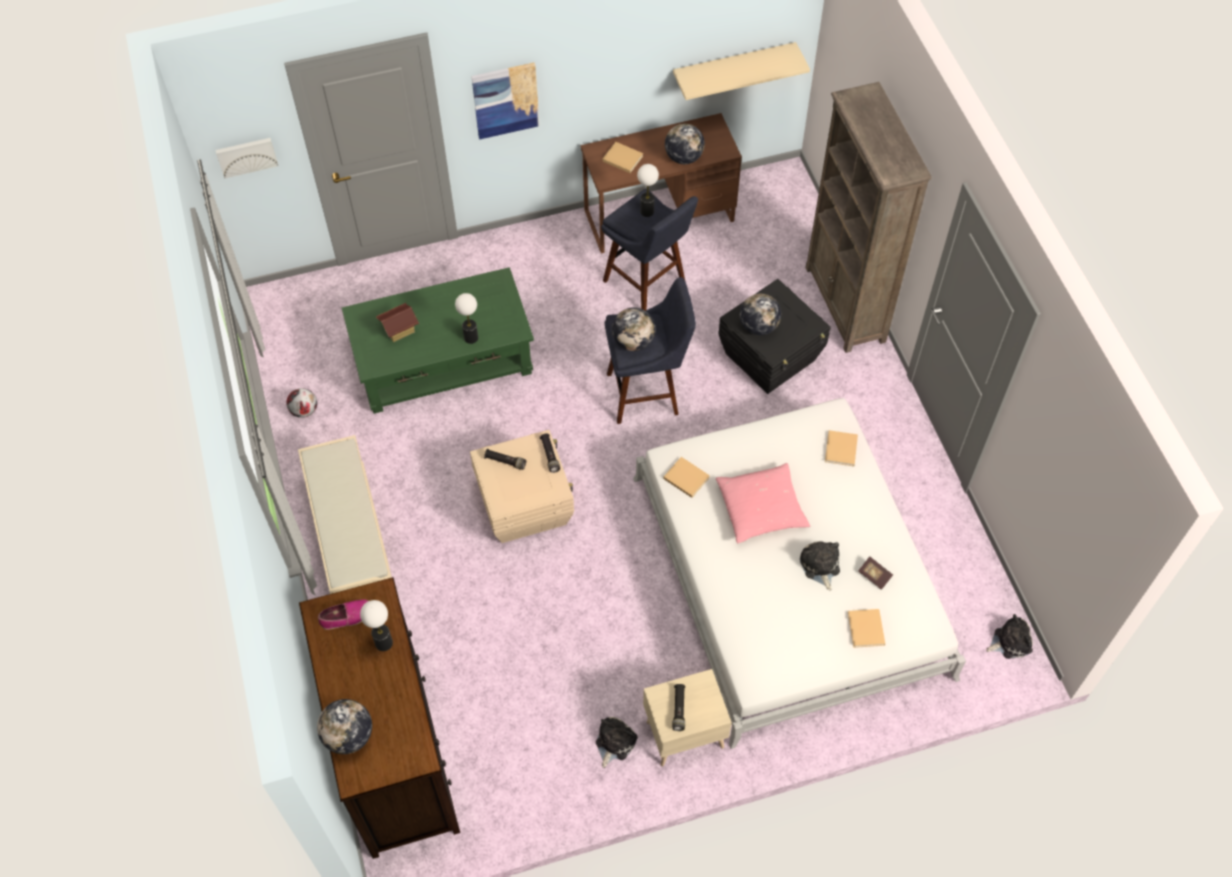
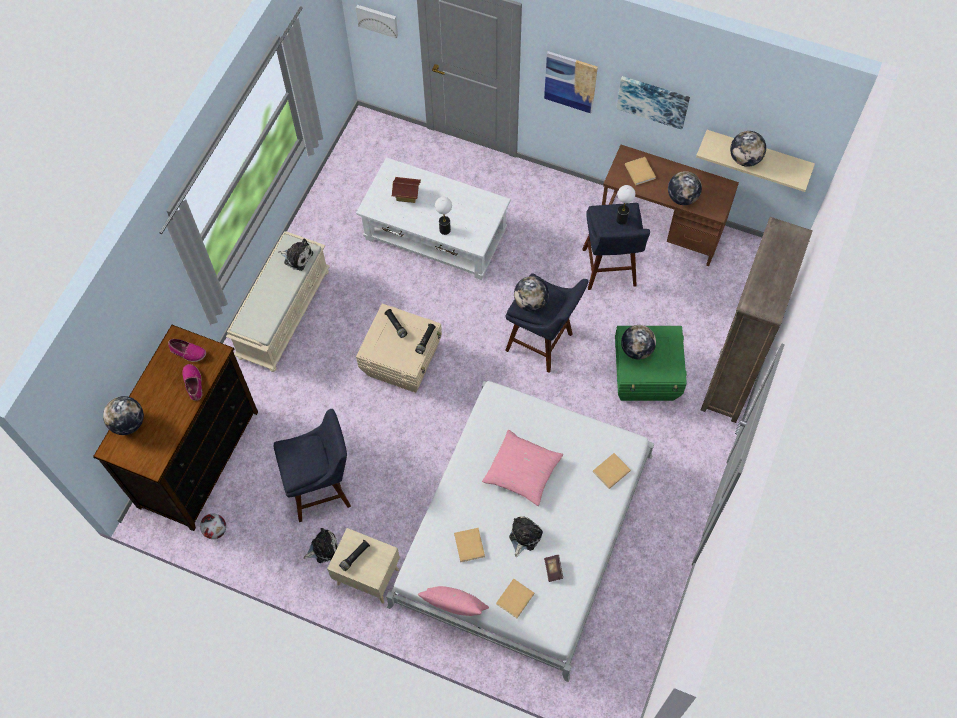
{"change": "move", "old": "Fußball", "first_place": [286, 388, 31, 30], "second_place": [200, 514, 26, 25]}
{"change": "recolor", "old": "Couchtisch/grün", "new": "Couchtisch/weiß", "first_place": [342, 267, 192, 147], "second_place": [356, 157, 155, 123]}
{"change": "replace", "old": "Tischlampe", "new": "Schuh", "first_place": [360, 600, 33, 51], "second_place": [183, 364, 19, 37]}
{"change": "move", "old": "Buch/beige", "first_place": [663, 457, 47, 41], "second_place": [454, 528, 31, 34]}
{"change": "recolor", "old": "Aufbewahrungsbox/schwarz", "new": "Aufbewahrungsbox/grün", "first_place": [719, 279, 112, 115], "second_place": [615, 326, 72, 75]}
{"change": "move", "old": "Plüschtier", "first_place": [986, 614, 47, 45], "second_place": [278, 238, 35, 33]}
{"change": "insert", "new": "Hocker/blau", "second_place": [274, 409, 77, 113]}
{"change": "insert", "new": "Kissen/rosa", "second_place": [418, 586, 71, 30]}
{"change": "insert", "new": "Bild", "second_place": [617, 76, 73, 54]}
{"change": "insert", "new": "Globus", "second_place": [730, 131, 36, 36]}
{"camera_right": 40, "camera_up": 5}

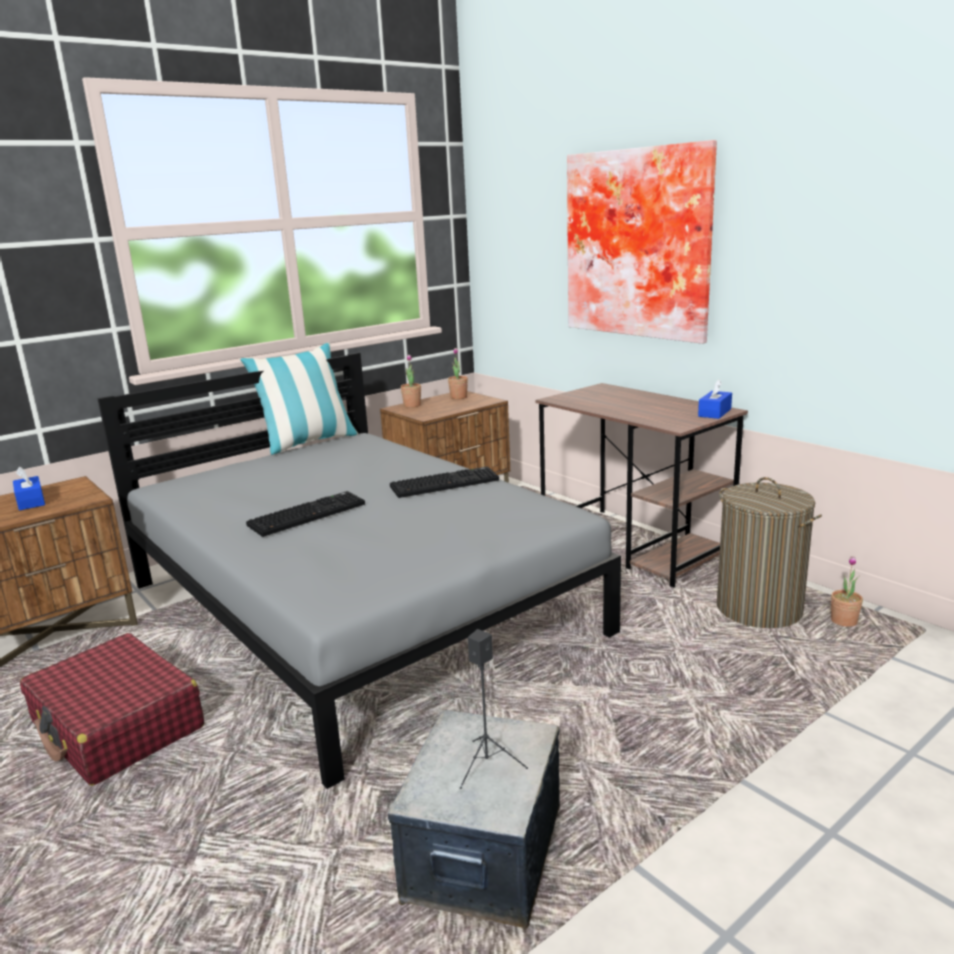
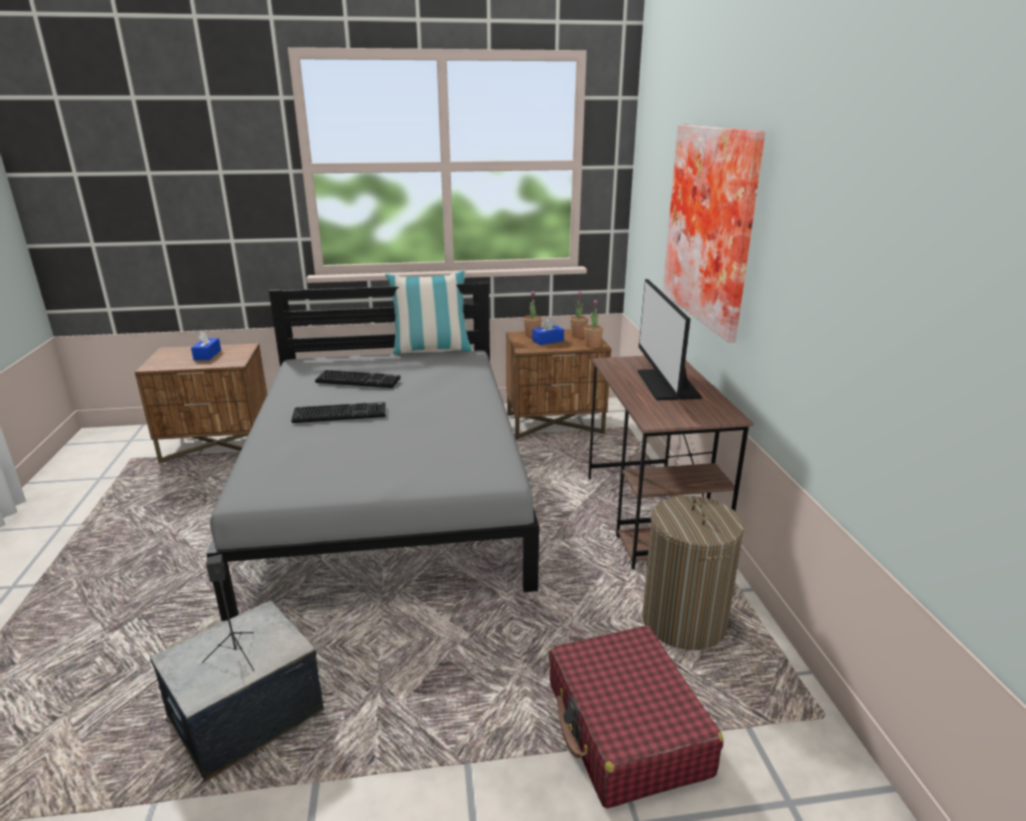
{"change": "move", "old": "Koffer/rot", "first_place": [20, 633, 184, 153], "second_place": [549, 626, 174, 182]}
{"change": "move", "old": "Tastatur", "first_place": [390, 466, 109, 32], "second_place": [315, 370, 85, 18]}
{"change": "move", "old": "Taschentuchbox/blau", "first_place": [698, 379, 34, 40], "second_place": [532, 318, 32, 27]}
{"change": "move", "old": "Topfpflanze", "first_place": [831, 556, 32, 71], "second_place": [584, 300, 19, 48]}
{"change": "insert", "new": "Monitor", "second_place": [638, 279, 64, 121]}
{"camera_right": 30, "camera_up": 5}

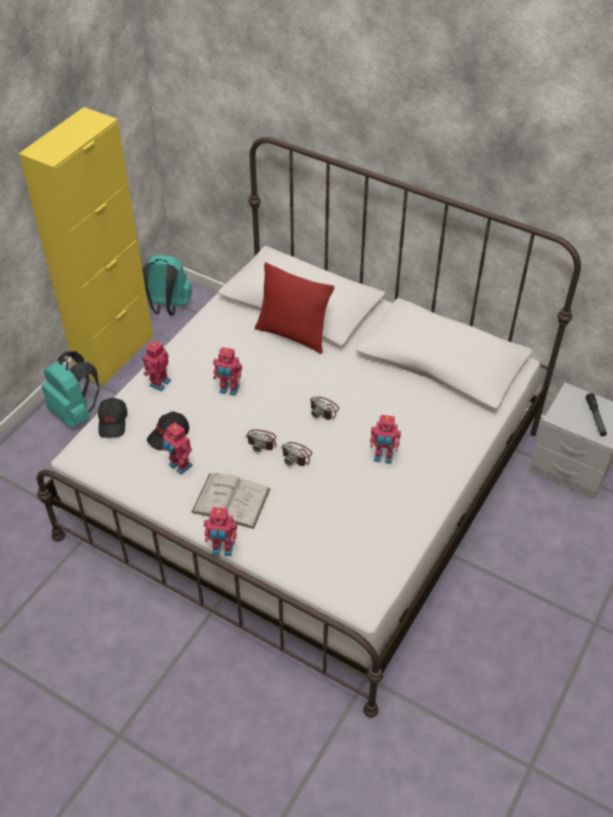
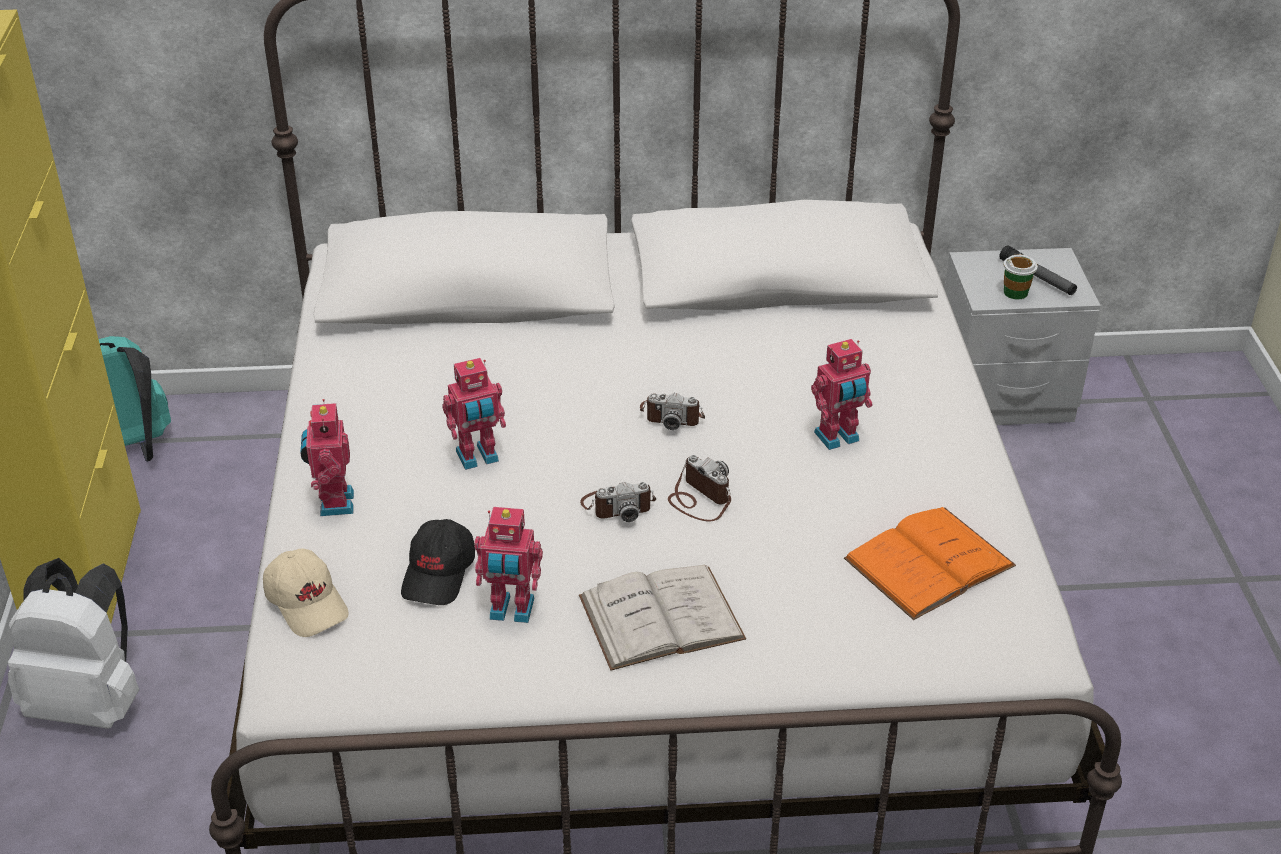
{"change": "recolor", "old": "Rucksack/türkis", "new": "Rucksack/weiß", "first_place": [42, 351, 57, 77], "second_place": [8, 558, 131, 171]}
{"change": "recolor", "old": "Kappe/schwarz", "new": "Kappe/beige", "first_place": [98, 398, 30, 40], "second_place": [263, 549, 86, 88]}
{"change": "delete", "old": "Spielzeugroboter", "first_place": [204, 507, 33, 49]}
{"change": "delete", "old": "Kissen/rot", "first_place": [255, 262, 79, 92]}
{"change": "rotate", "old": "Kamera", "first_place": [281, 442, 31, 24], "second_place": [668, 455, 63, 66], "degrees": -135}
{"change": "insert", "new": "Buch/orange", "second_place": [844, 507, 172, 113]}
{"change": "insert", "new": "Tasse", "second_place": [1003, 255, 35, 44]}
{"camera_right": -35, "camera_up": -10}

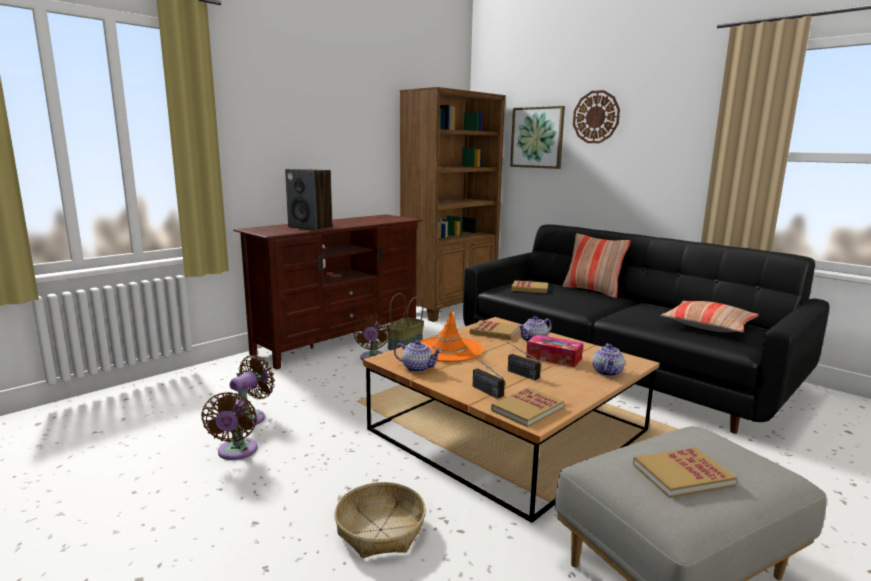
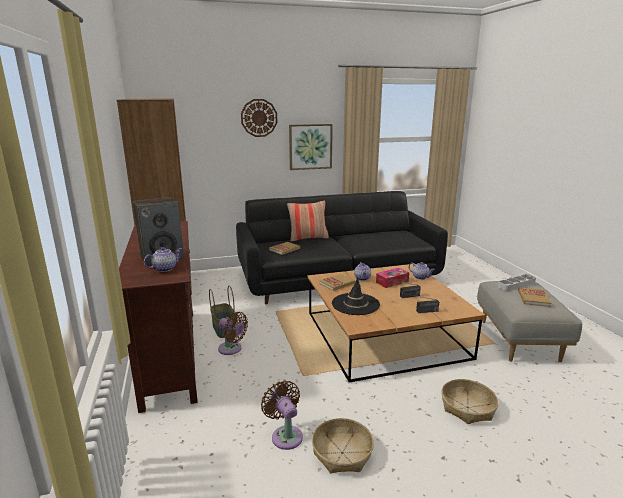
{"change": "replace", "old": "Ventilator/braun", "new": "Korb", "first_place": [201, 392, 57, 68], "second_place": [312, 418, 62, 55]}
{"change": "move", "old": "Teekanne", "first_place": [394, 340, 48, 32], "second_place": [144, 247, 37, 25]}
{"change": "recolor", "old": "Hut/orange", "new": "Hut/schwarz", "first_place": [420, 309, 63, 53], "second_place": [332, 277, 48, 38]}
{"change": "delete", "old": "Buch", "first_place": [491, 387, 73, 40]}
{"change": "move", "old": "Bild", "first_place": [510, 106, 55, 63], "second_place": [289, 124, 44, 46]}
{"change": "delete", "old": "Kissen", "first_place": [661, 301, 98, 31]}
{"change": "insert", "new": "Tablett/grau", "second_place": [498, 274, 38, 17]}
{"camera_right": -60, "camera_up": 5}

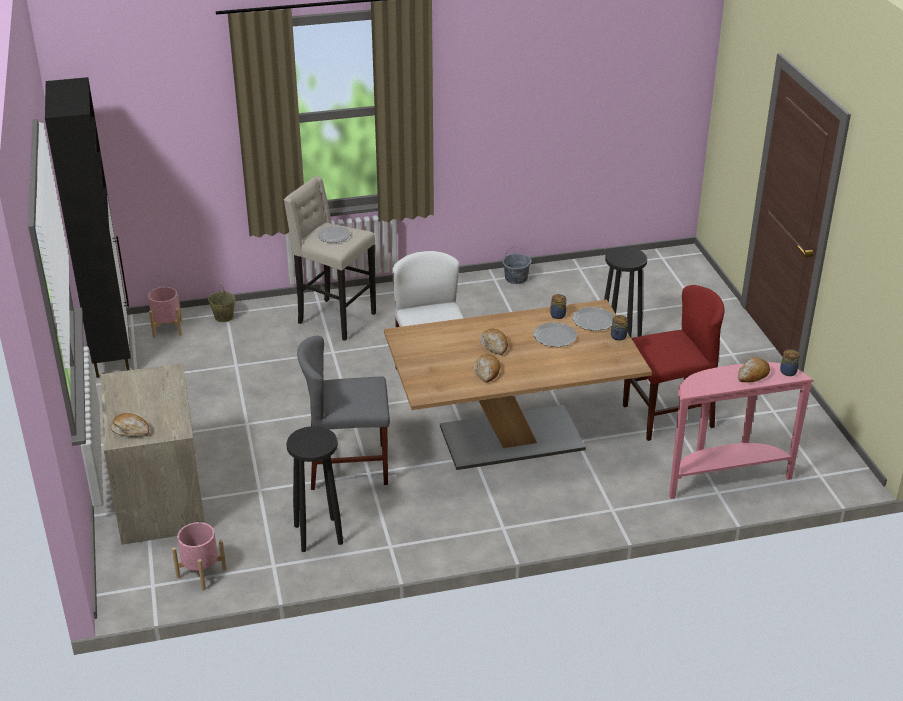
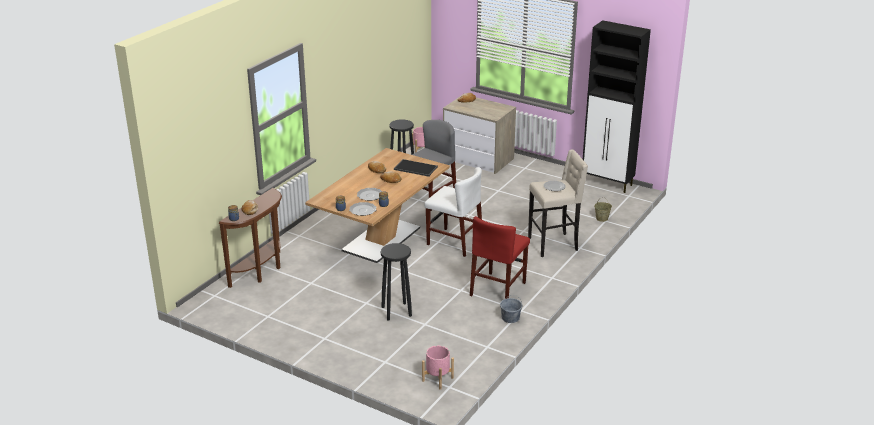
{"change": "move", "old": "Pflanzkübel/rosa", "first_place": [148, 287, 34, 51], "second_place": [422, 346, 32, 44]}
{"change": "move", "old": "Stuhl/rot", "first_place": [623, 285, 102, 156], "second_place": [470, 216, 60, 83]}
{"change": "recolor", "old": "Konsolentisch/rosa", "new": "Konsolentisch/braun", "first_place": [669, 362, 145, 137], "second_place": [218, 188, 64, 100]}
{"change": "insert", "new": "Tablett", "second_place": [394, 159, 44, 18]}
{"camera_right": 135, "camera_up": -5}

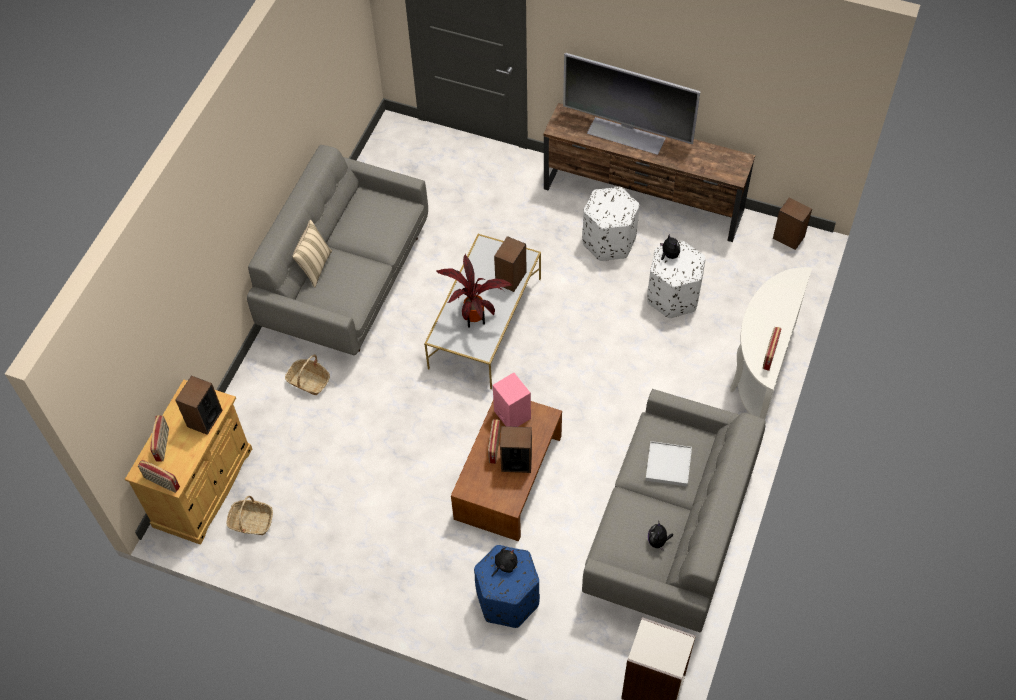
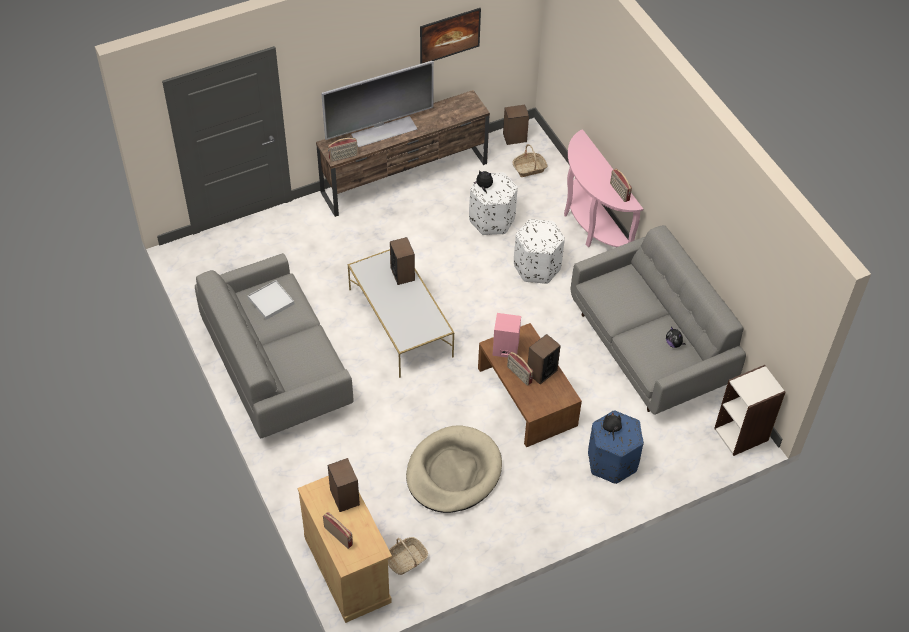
{"change": "move", "old": "Radio", "first_place": [138, 460, 42, 33], "second_place": [328, 138, 30, 24]}
{"change": "move", "old": "Korb", "first_place": [285, 355, 45, 40], "second_place": [513, 144, 35, 33]}
{"change": "delete", "old": "Kissen/beige", "first_place": [292, 220, 40, 68]}
{"change": "delete", "old": "Topfpflanze", "first_place": [436, 254, 77, 74]}
{"change": "move", "old": "Polsterhocker/weiß", "first_place": [582, 187, 57, 74], "second_place": [514, 219, 51, 65]}
{"change": "move", "old": "Tablett/weiß", "first_place": [645, 441, 47, 45], "second_place": [248, 280, 46, 40]}
{"change": "recolor", "old": "Konsolentisch/weiß", "new": "Konsolentisch/rosa", "first_place": [730, 267, 82, 153], "second_place": [564, 129, 79, 118]}
{"change": "insert", "new": "Hundebett/beige", "second_place": [406, 425, 96, 88]}
{"change": "insert", "new": "Bild", "second_place": [420, 8, 61, 56]}
{"camera_right": -50, "camera_up": -5}

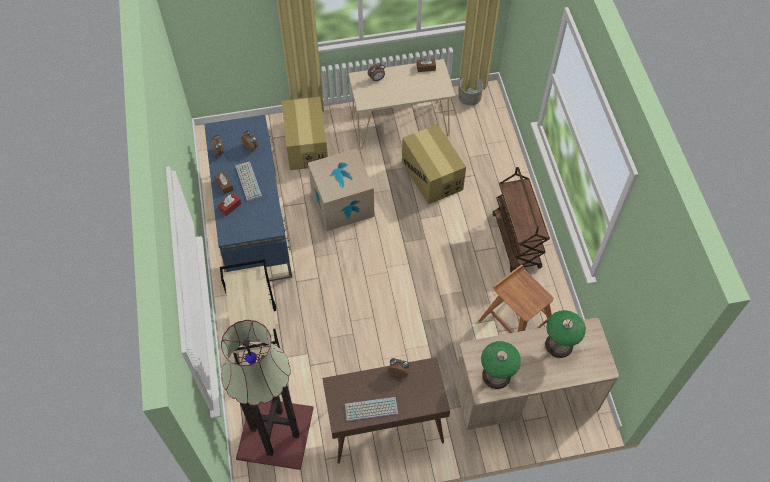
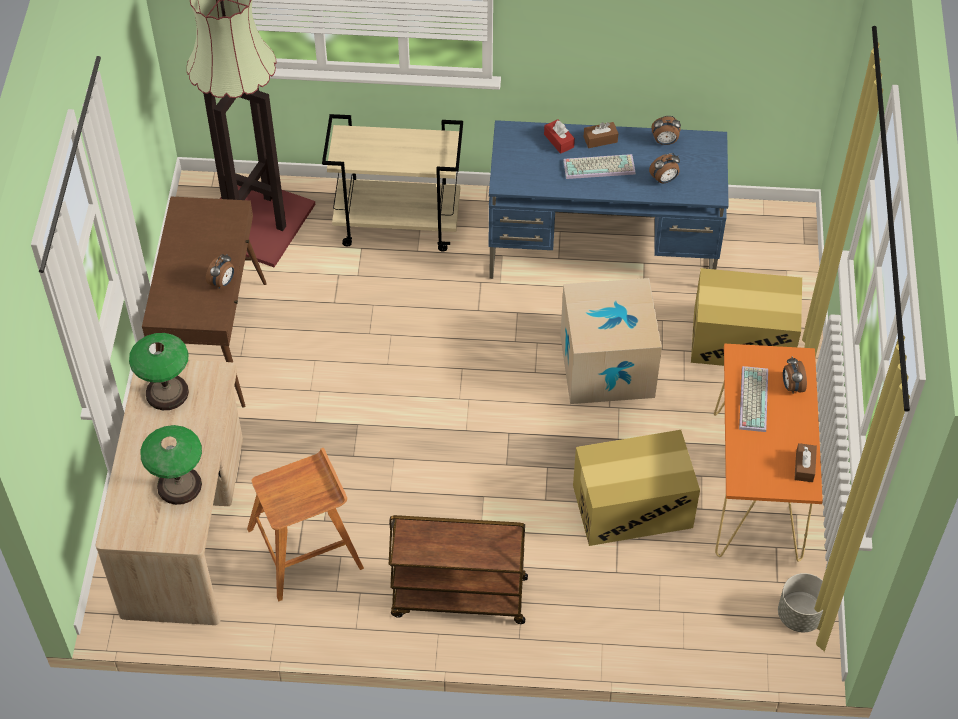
{"change": "move", "old": "Tastatur", "first_place": [345, 397, 53, 25], "second_place": [739, 366, 29, 66]}
{"change": "recolor", "old": "Konsolentisch/beige", "new": "Konsolentisch/orange", "first_place": [348, 59, 107, 91], "second_place": [714, 343, 109, 219]}
{"camera_right": 105, "camera_up": -5}

